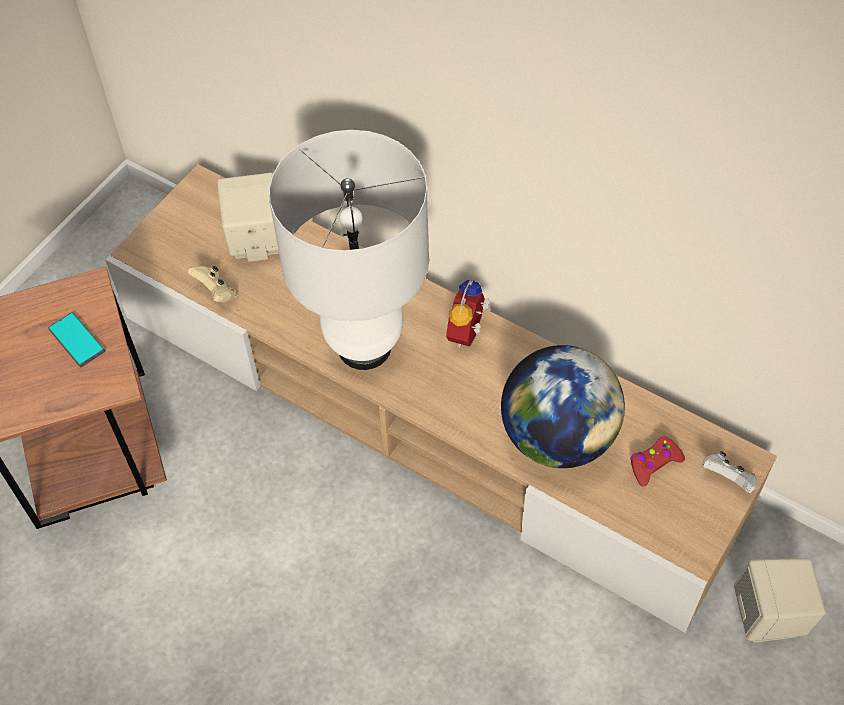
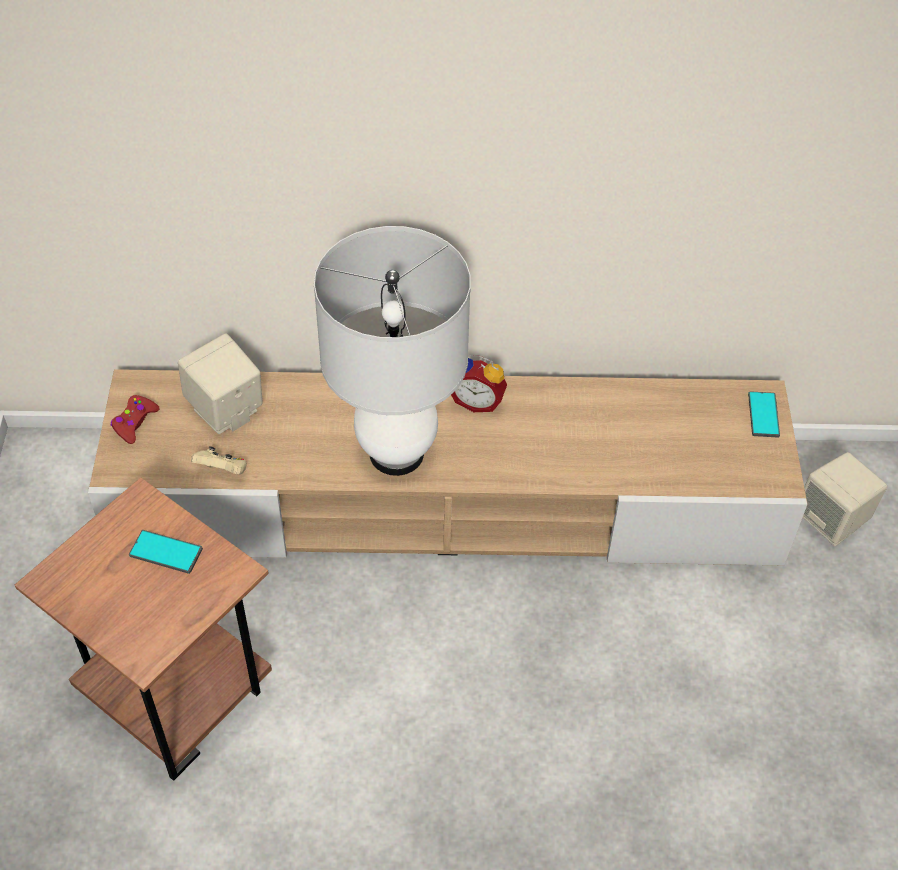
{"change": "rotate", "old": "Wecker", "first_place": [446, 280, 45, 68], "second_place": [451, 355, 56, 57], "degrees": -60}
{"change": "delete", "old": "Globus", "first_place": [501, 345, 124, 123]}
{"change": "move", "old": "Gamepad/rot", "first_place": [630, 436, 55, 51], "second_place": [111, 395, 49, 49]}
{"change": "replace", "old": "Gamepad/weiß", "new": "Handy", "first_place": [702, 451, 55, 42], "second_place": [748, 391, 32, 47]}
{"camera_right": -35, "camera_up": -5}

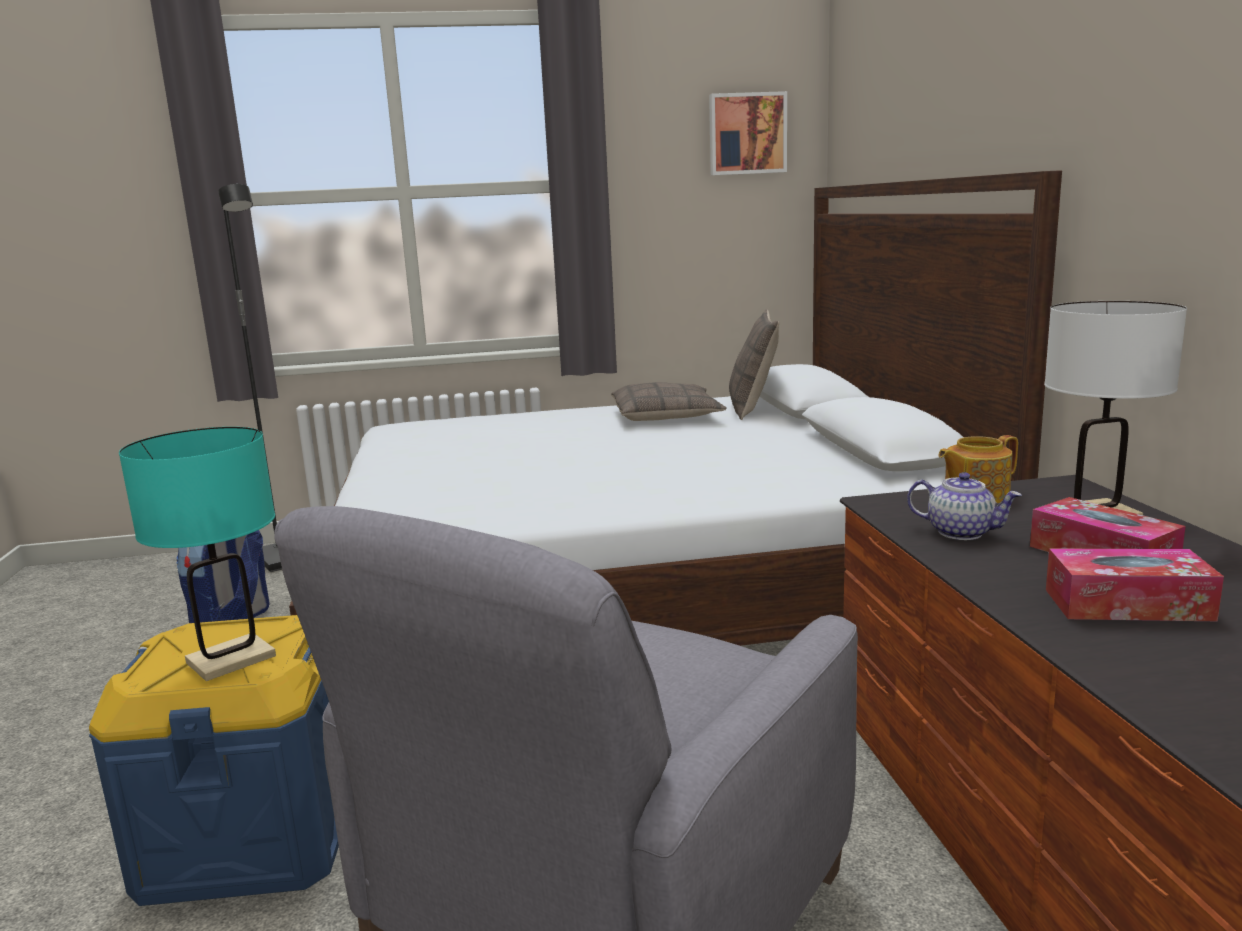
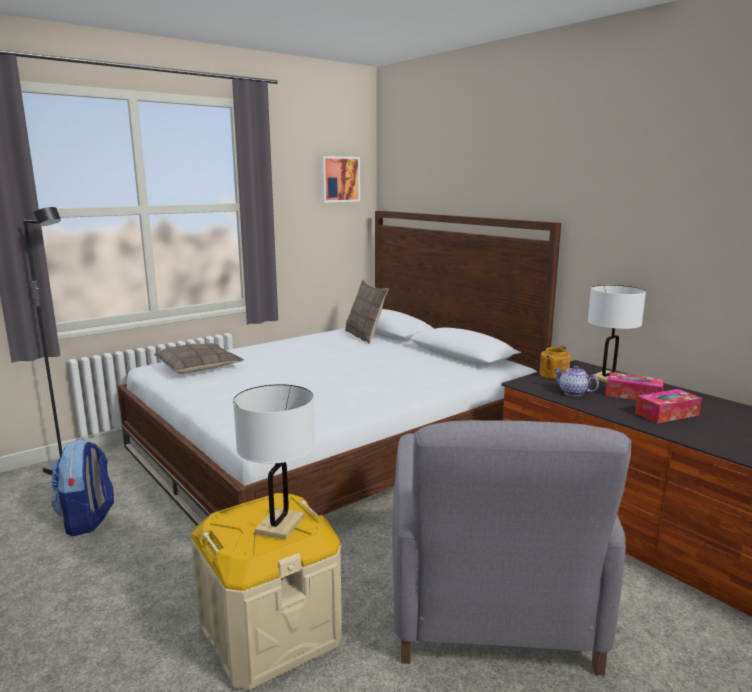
{"change": "recolor", "old": "Aufbewahrungsbox/blau", "new": "Aufbewahrungsbox/beige", "first_place": [89, 615, 250, 291], "second_place": [191, 493, 151, 197]}
{"change": "recolor", "old": "Tischlampe/türkis", "new": "Tischlampe/weiß", "first_place": [119, 427, 157, 254], "second_place": [233, 384, 82, 155]}
{"change": "move", "old": "Kissen", "first_place": [611, 382, 116, 39], "second_place": [154, 343, 90, 31]}
{"change": "rotate", "old": "Teekanne", "first_place": [907, 472, 115, 68], "second_place": [553, 365, 46, 31], "degrees": -135}
{"camera_right": -30, "camera_up": 0}

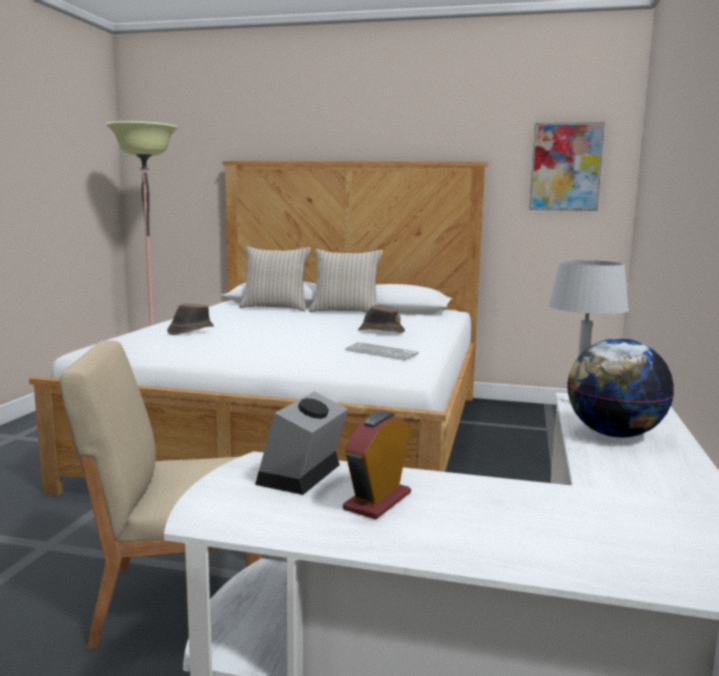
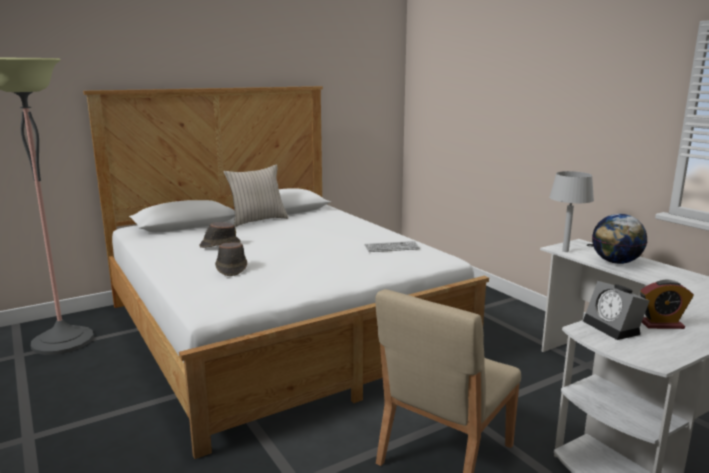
{"change": "delete", "old": "Kissen/beige", "first_place": [239, 246, 72, 65]}
{"change": "rotate", "old": "Wecker", "first_place": [343, 411, 68, 108], "second_place": [640, 279, 54, 50], "degrees": -75}
{"change": "move", "old": "Hut/braun", "first_place": [358, 305, 47, 28], "second_place": [199, 222, 41, 26]}
{"change": "delete", "old": "Bild", "first_place": [529, 122, 76, 89]}
{"camera_right": -45, "camera_up": 5}

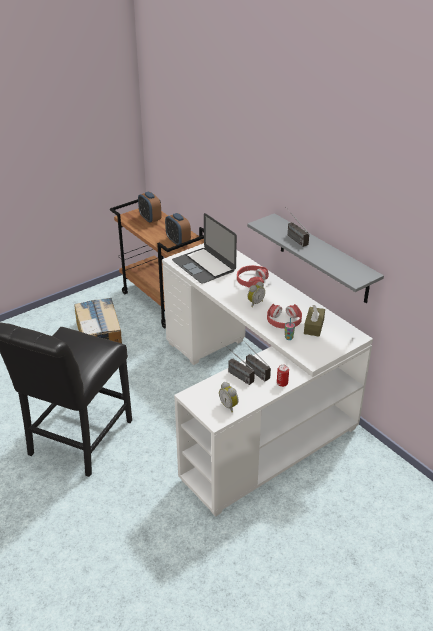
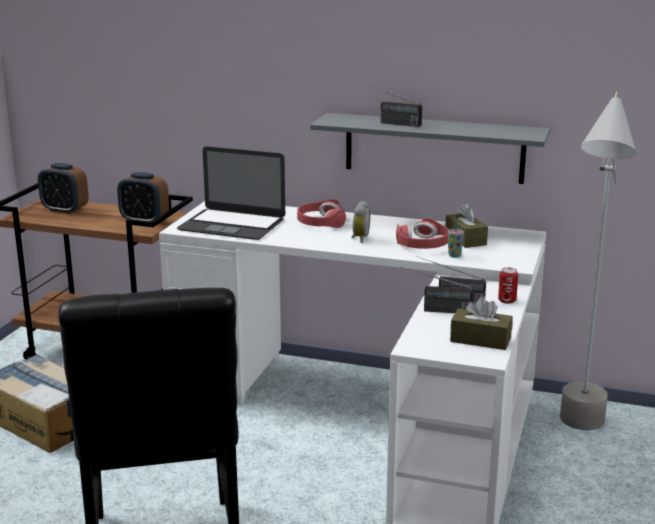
{"change": "replace", "old": "Wecker", "new": "Taschentuchbox/braun", "first_place": [219, 382, 19, 30], "second_place": [450, 296, 63, 54]}
{"change": "insert", "new": "Stehlampe/grau", "second_place": [560, 91, 76, 339]}
{"camera_right": -35, "camera_up": -15}

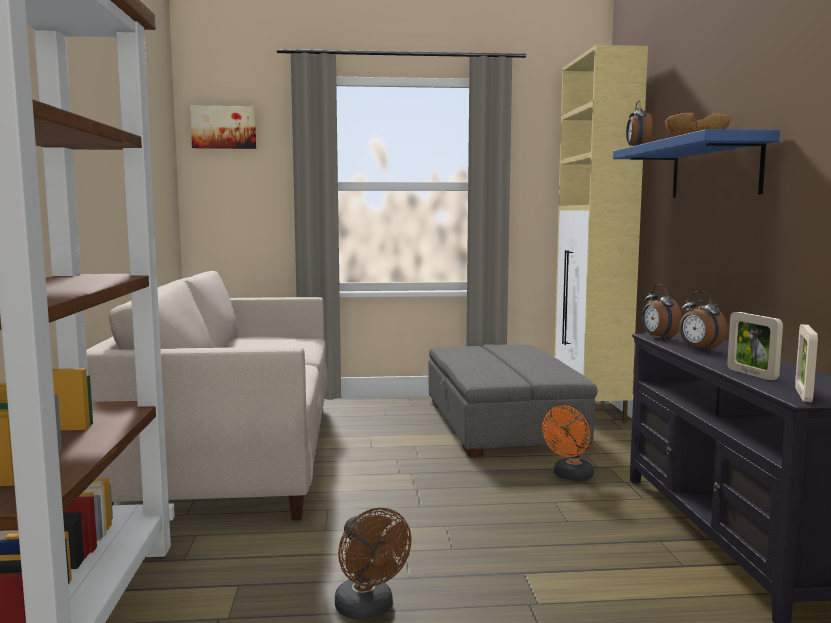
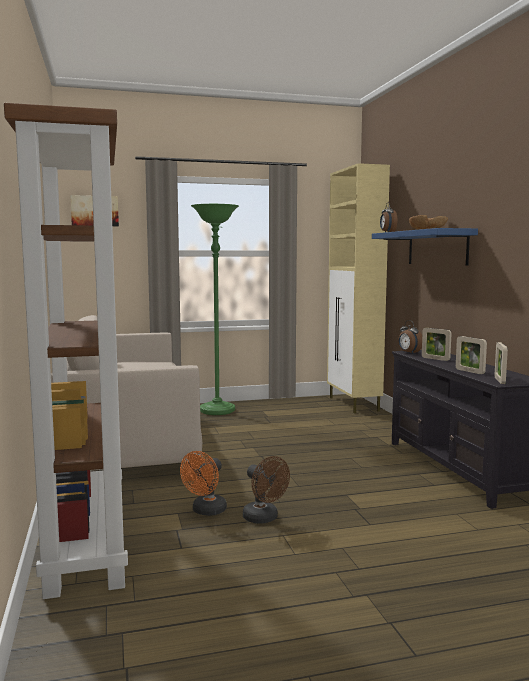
{"change": "delete", "old": "Polsterhocker/grau", "first_place": [428, 344, 170, 113]}
{"change": "move", "old": "Ventilator/orange", "first_place": [542, 406, 52, 75], "second_place": [180, 451, 47, 65]}
{"change": "replace", "old": "Wecker", "new": "Bilderrahmen", "first_place": [679, 291, 48, 60], "second_place": [422, 328, 30, 33]}
{"change": "insert", "new": "Stehlampe/grün", "second_place": [191, 204, 48, 211]}
{"camera_right": -10, "camera_up": 0}

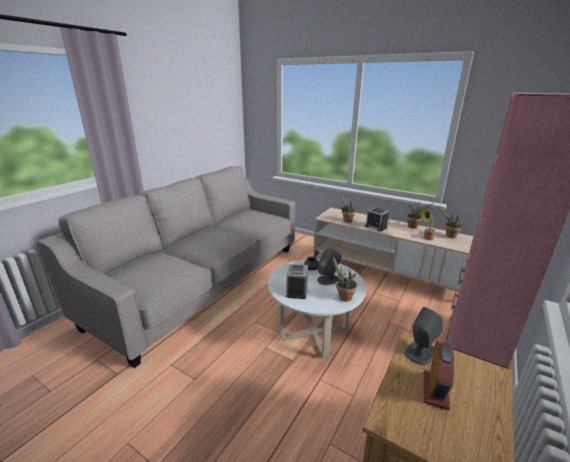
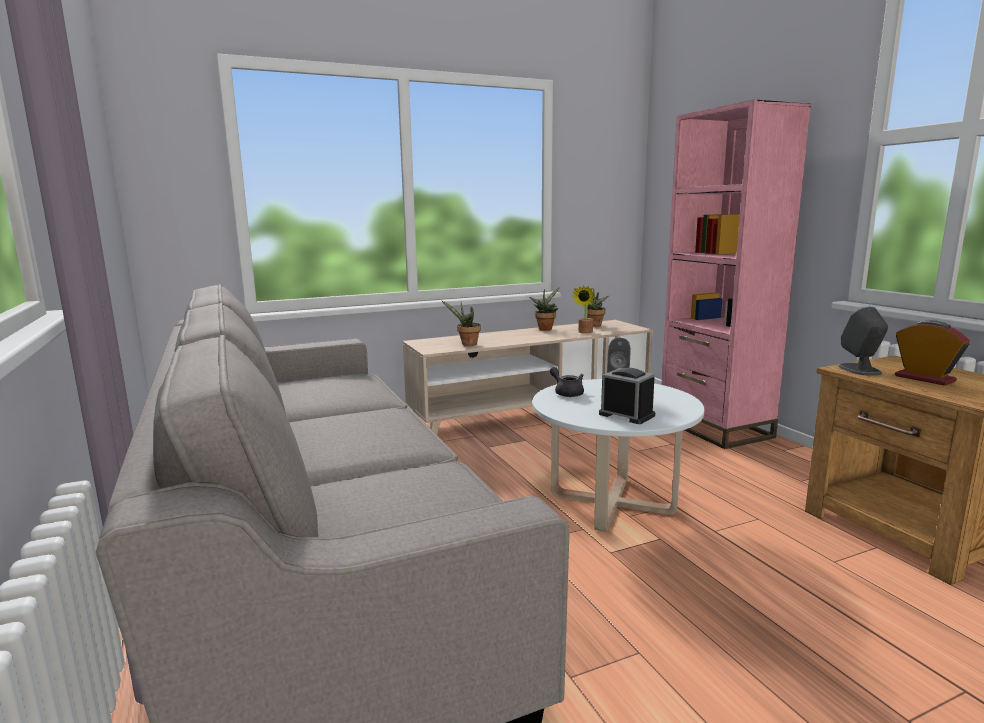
{"change": "delete", "old": "Topfpflanze", "first_place": [333, 256, 24, 46]}
{"change": "delete", "old": "Wecker", "first_place": [365, 208, 24, 23]}
{"camera_right": -55, "camera_up": -10}

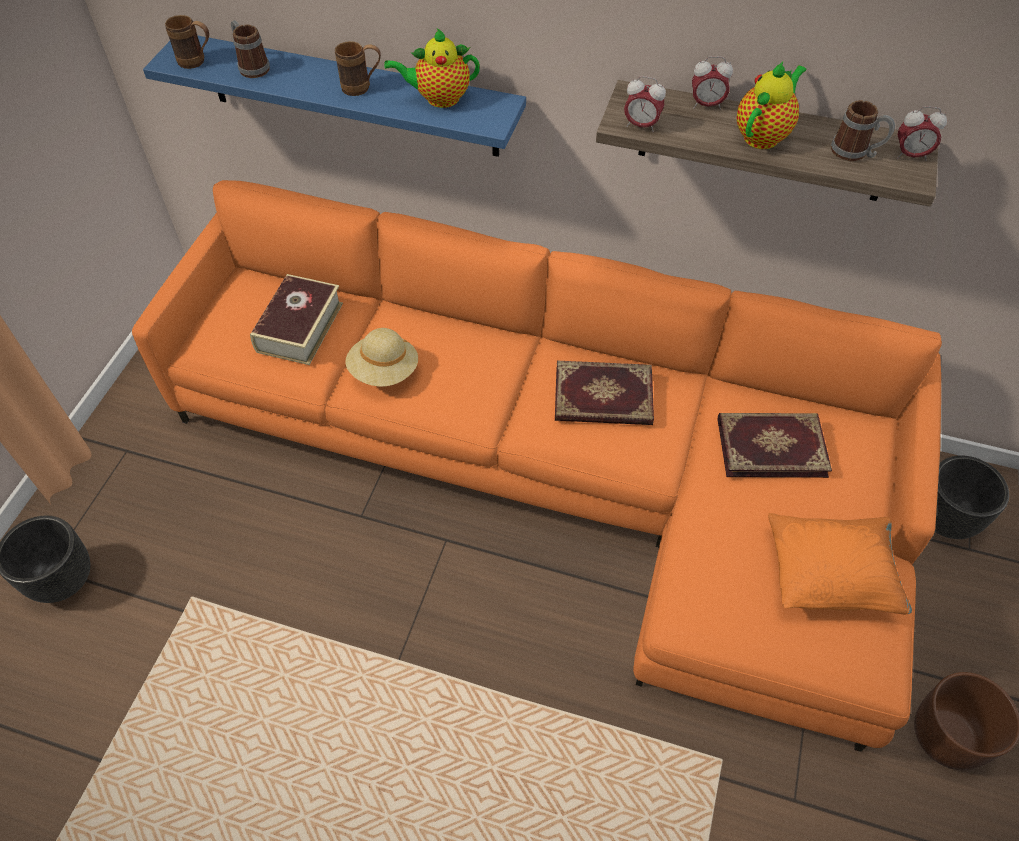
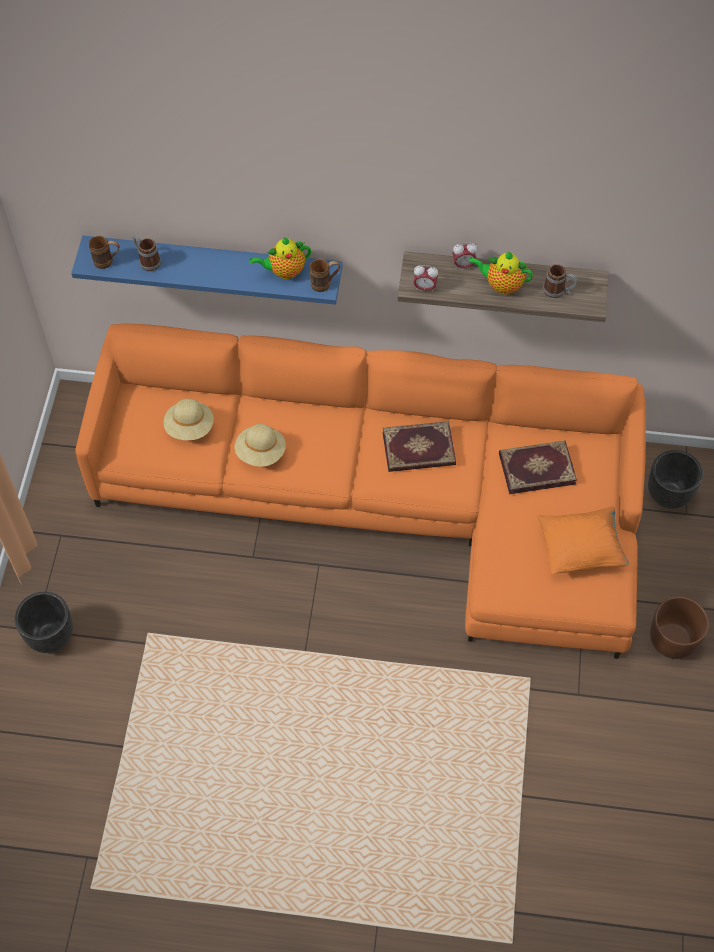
{"change": "replace", "old": "Buch", "new": "Hut/beige", "first_place": [250, 274, 93, 91], "second_place": [164, 399, 50, 41]}
{"change": "move", "old": "Henkelbecher/braun", "first_place": [335, 41, 46, 55], "second_place": [310, 259, 30, 33]}
{"change": "rotate", "old": "Teekanne", "first_place": [737, 62, 70, 87], "second_place": [469, 251, 64, 43], "degrees": -105}
{"change": "delete", "old": "Wecker", "first_place": [897, 106, 50, 55]}
{"camera_right": -10, "camera_up": 5}

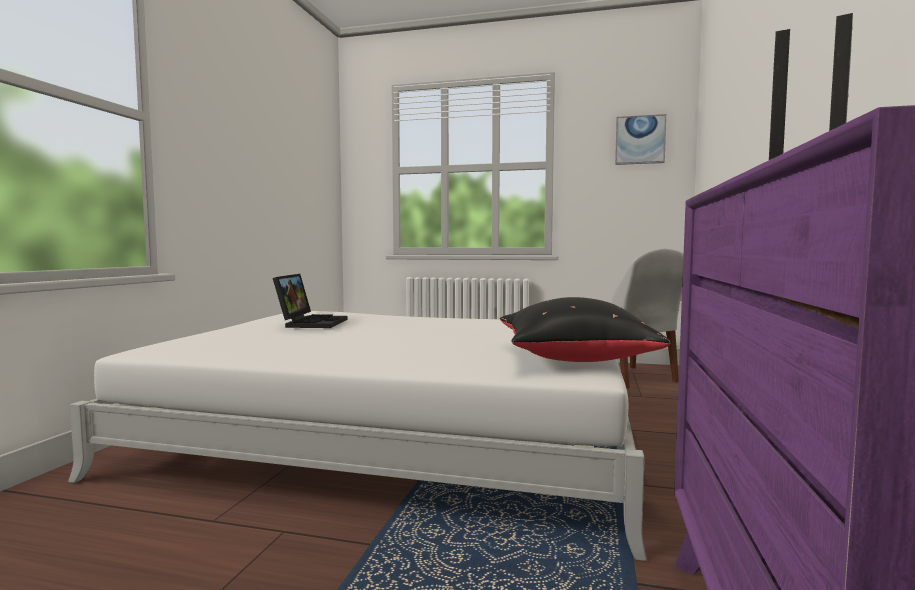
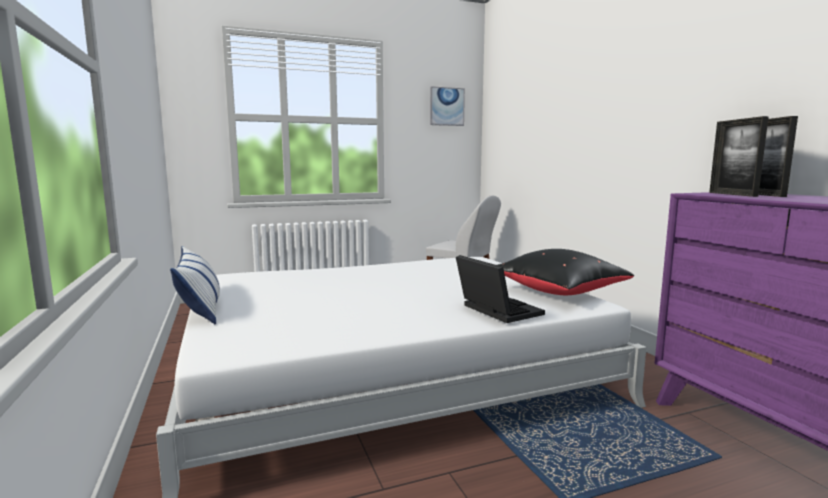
{"change": "move", "old": "Laptop", "first_place": [273, 274, 75, 54], "second_place": [456, 255, 89, 68]}
{"change": "insert", "new": "Kissen", "second_place": [170, 246, 50, 79]}
{"camera_right": -35, "camera_up": 5}

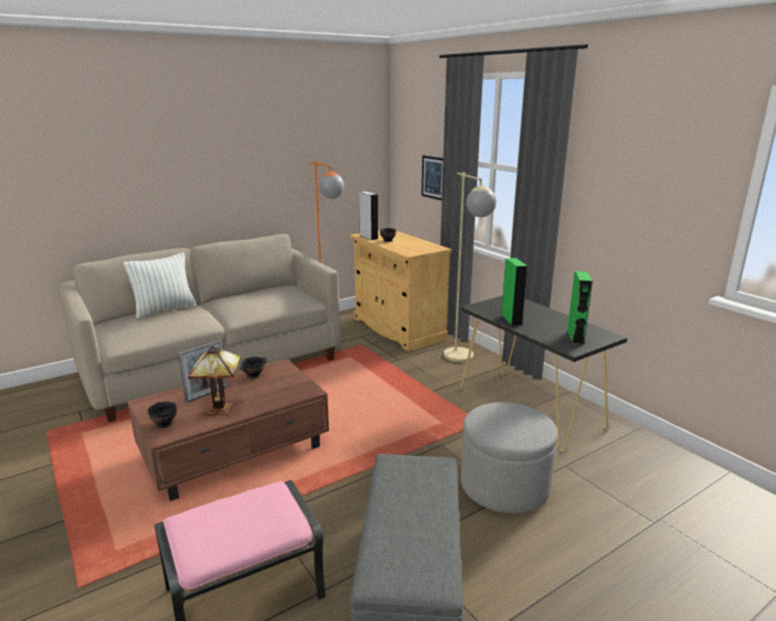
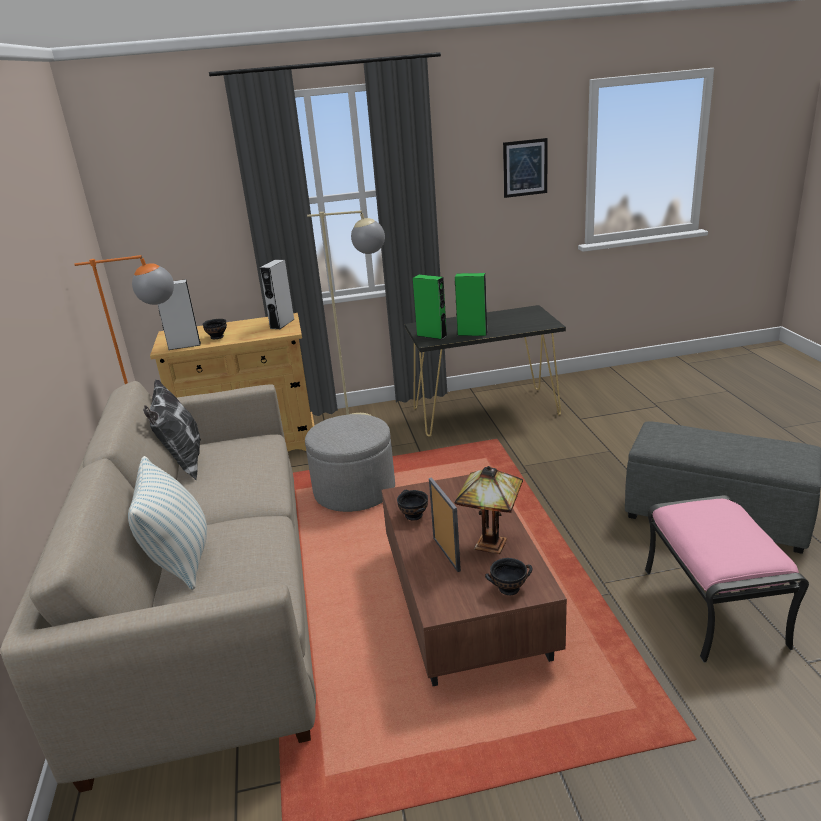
{"change": "move", "old": "Bild", "first_place": [422, 155, 21, 46], "second_place": [503, 138, 45, 60]}
{"change": "move", "old": "Polsterhocker/grau", "first_place": [461, 402, 97, 112], "second_place": [305, 414, 90, 98]}
{"change": "move", "old": "Lautsprecher/grün", "first_place": [567, 271, 26, 74], "second_place": [413, 275, 34, 65]}
{"change": "insert", "new": "Kissen", "second_place": [143, 379, 58, 101]}
{"change": "insert", "new": "Lautsprecher/grau", "second_place": [260, 260, 35, 69]}
{"camera_right": -65, "camera_up": 5}

